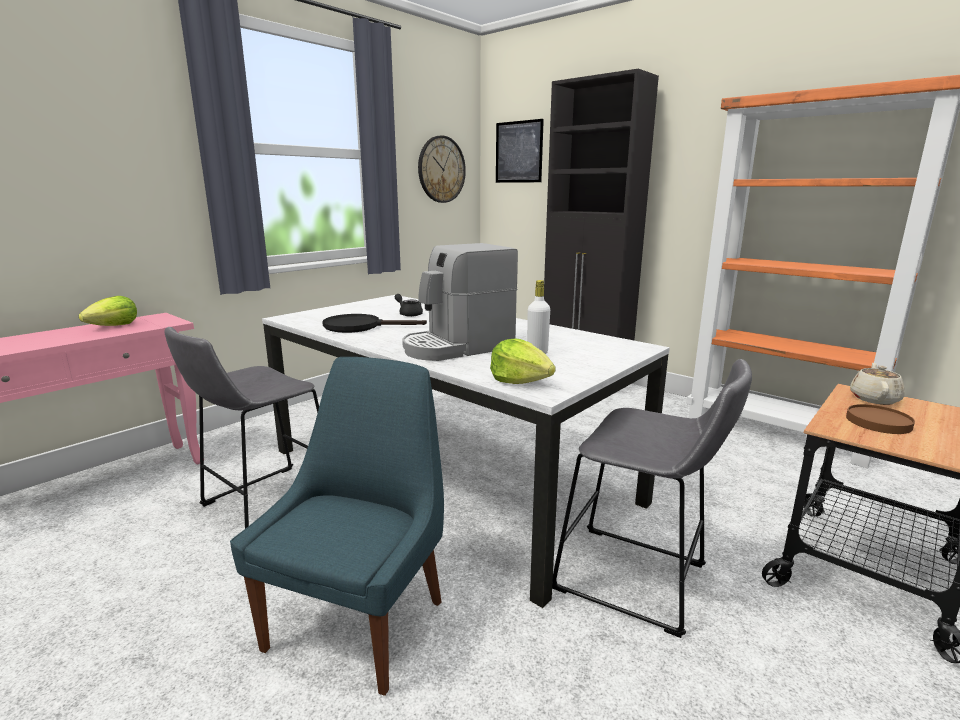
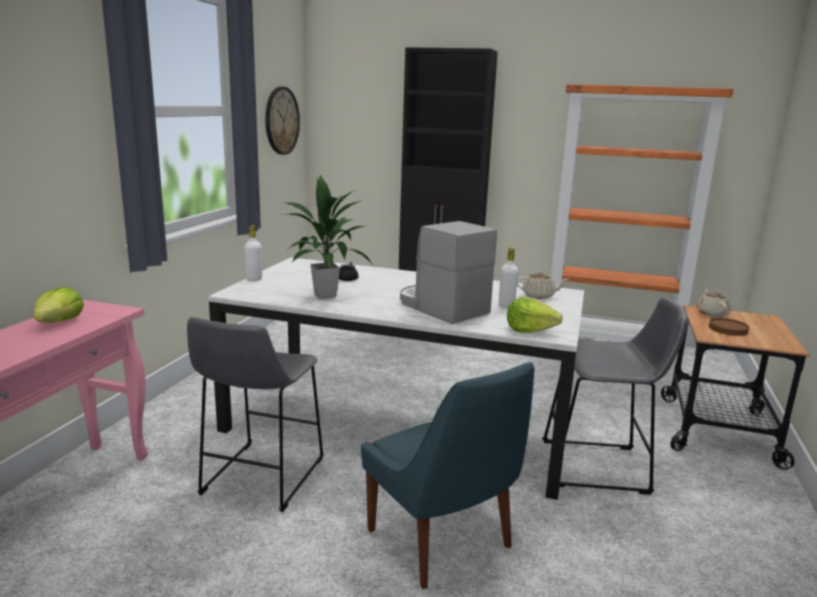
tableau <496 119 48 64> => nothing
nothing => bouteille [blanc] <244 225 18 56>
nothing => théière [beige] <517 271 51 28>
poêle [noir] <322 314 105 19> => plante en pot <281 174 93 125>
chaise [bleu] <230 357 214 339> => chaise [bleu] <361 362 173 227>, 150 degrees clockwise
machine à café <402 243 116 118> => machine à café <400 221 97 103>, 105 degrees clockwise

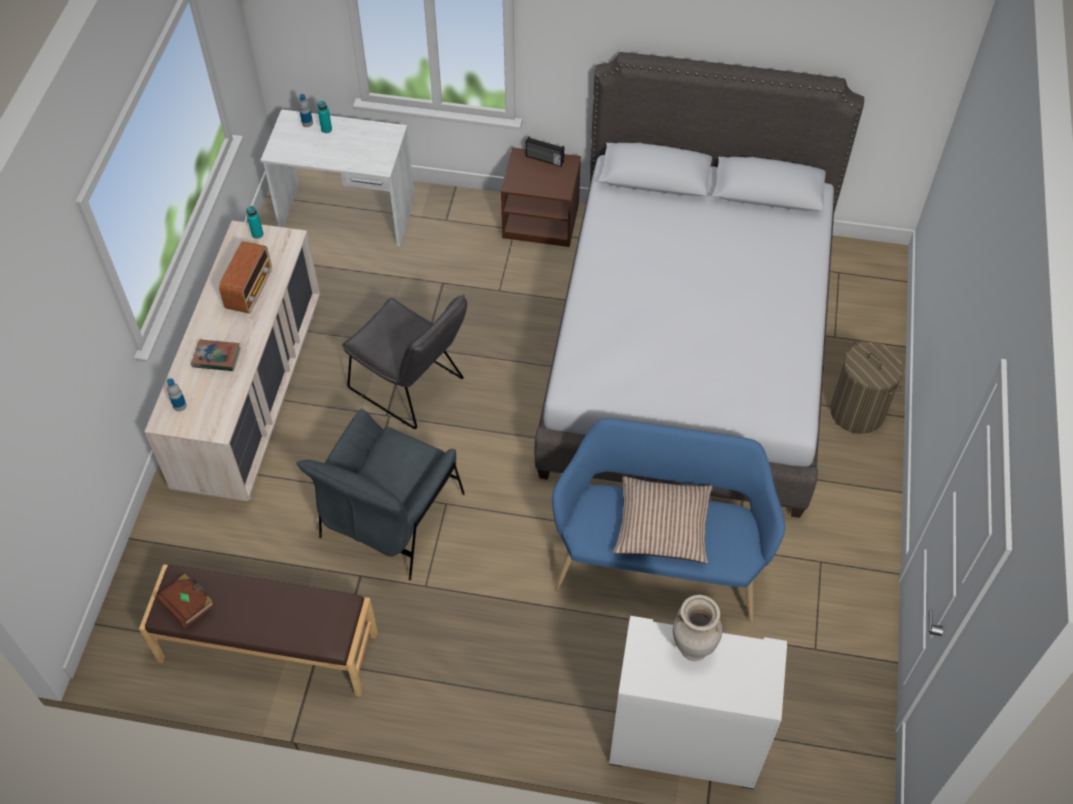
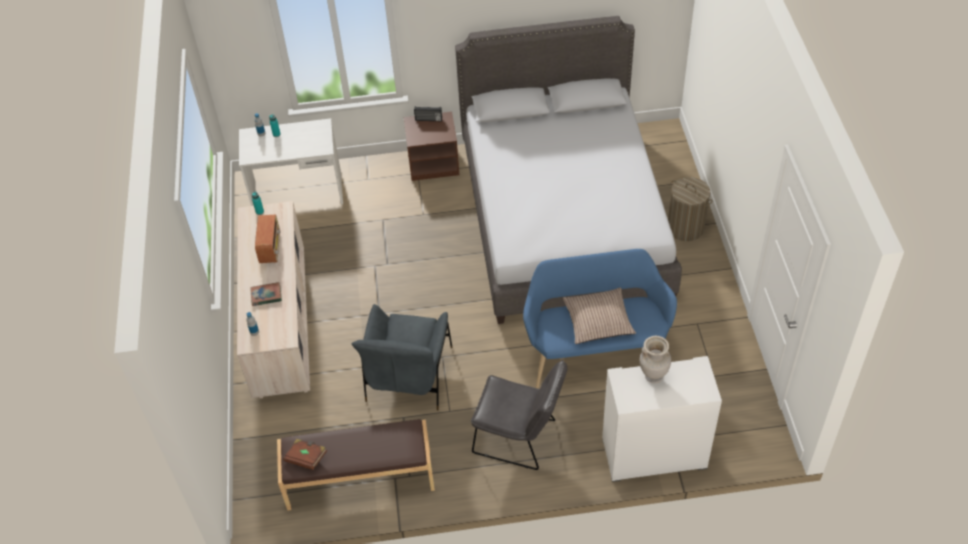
chaise [gris] <342 294 125 135> => chaise [gris] <471 360 97 110>, relocated

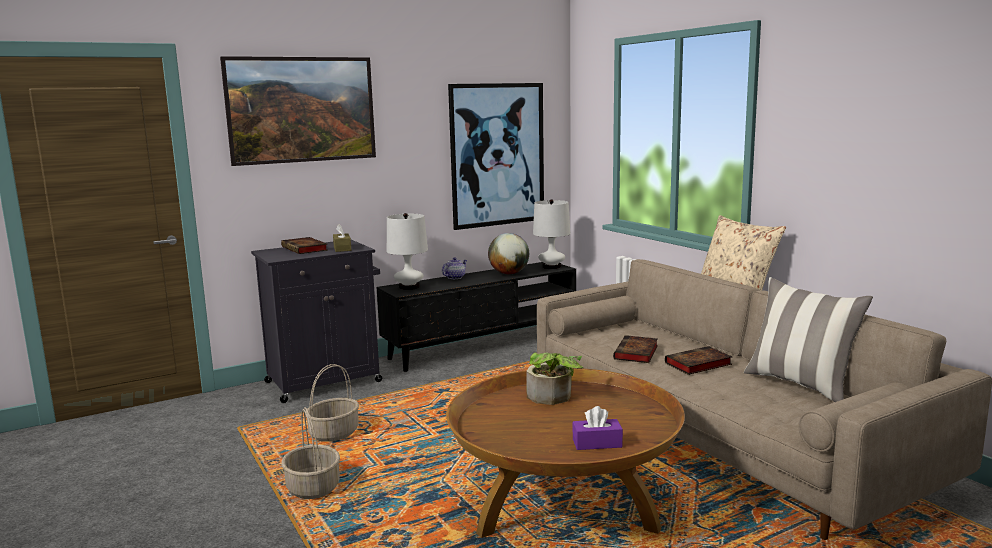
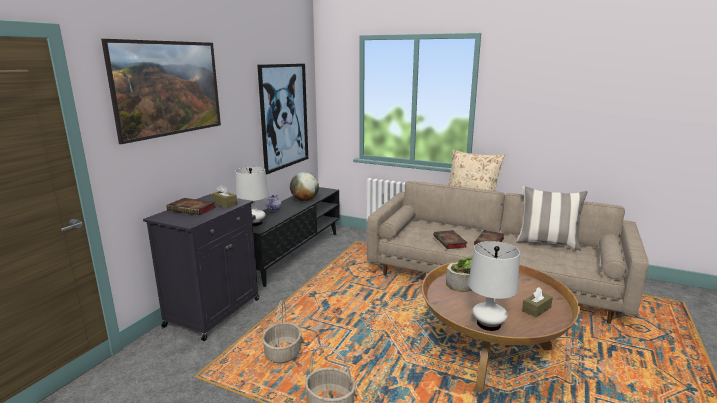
lampe de table [blanc] <533 199 37 70> => lampe de table [blanc] <468 241 52 90>, relocated
boîte à mouchoirs [violet] <572 406 51 44> => boîte à mouchoirs [marron] <522 287 31 31>

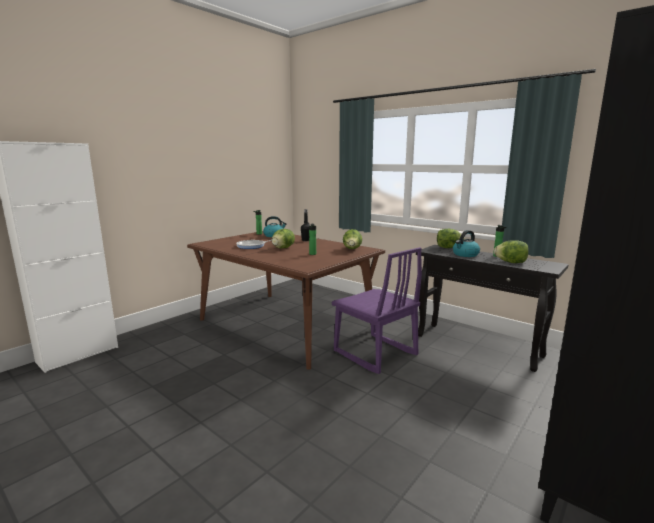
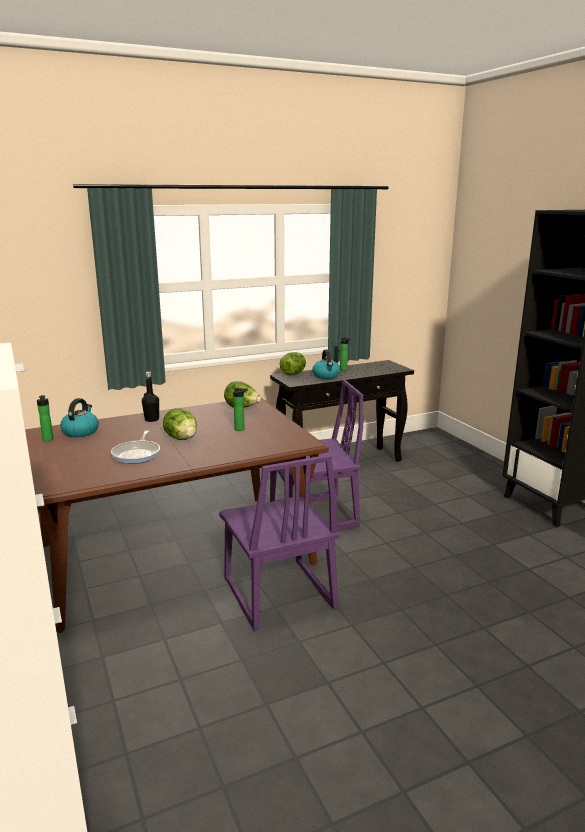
laitue <494 240 35 23> => nothing
nothing => chaise [violet] <219 455 121 176>

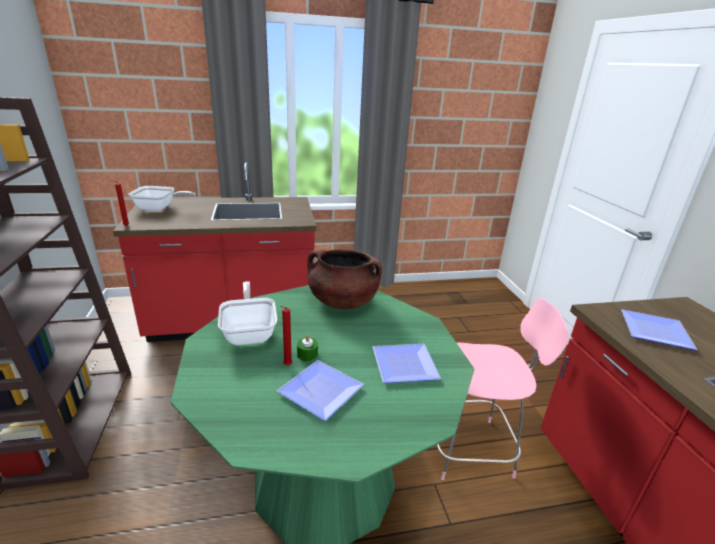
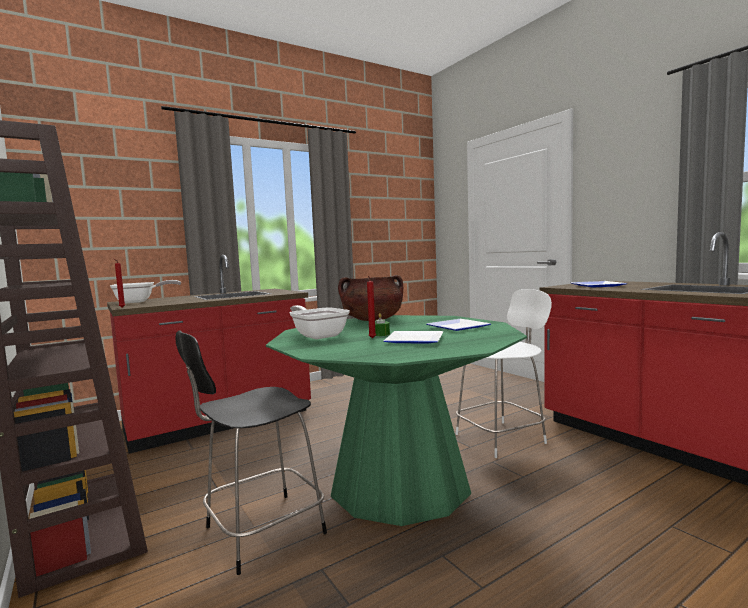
nothing => chaise [noir] <175 330 152 245>
chaise [rose] <437 298 132 182> => chaise [blanc] <456 289 96 169>

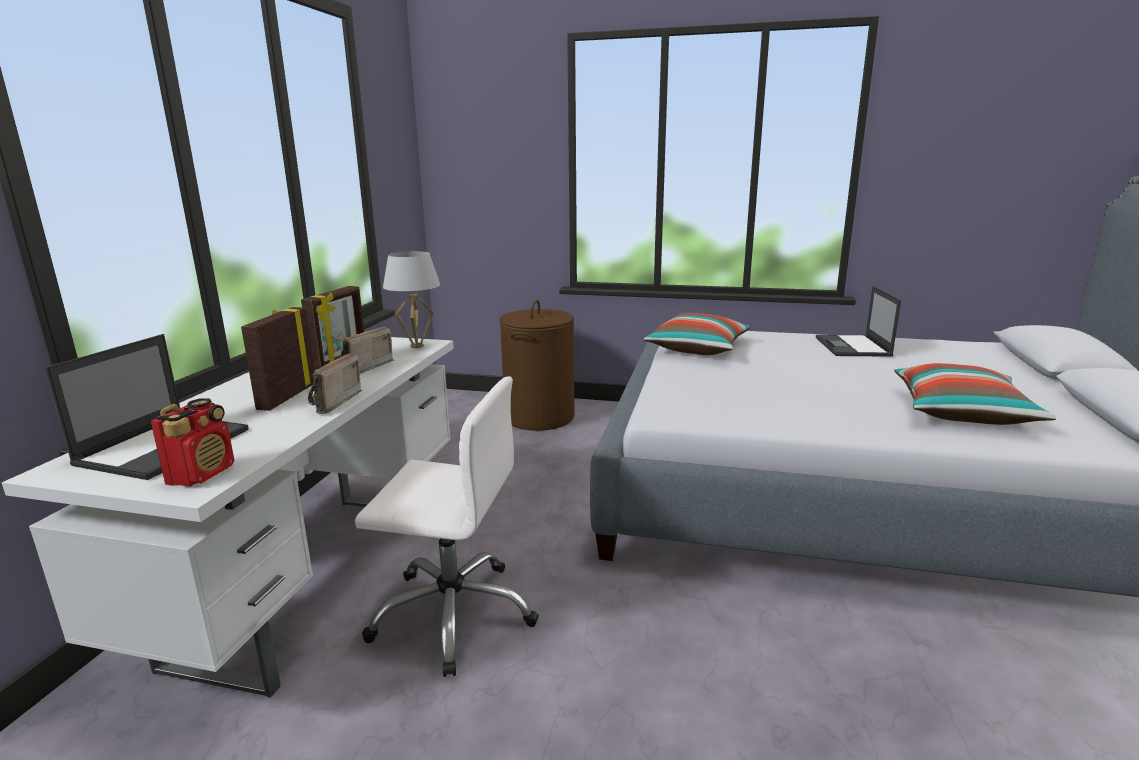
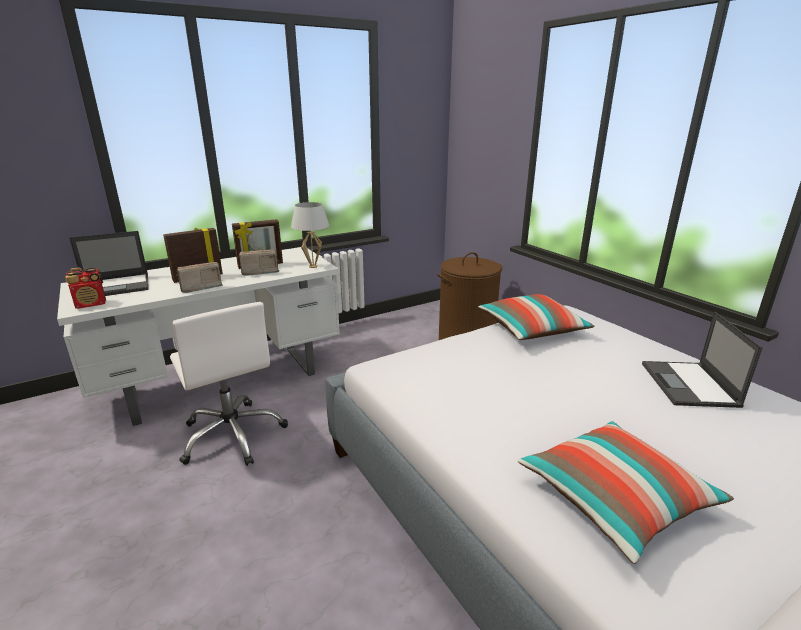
ordinateur portable <816 286 85 71> => ordinateur portable <642 312 121 96>, 45 degrees counterclockwise

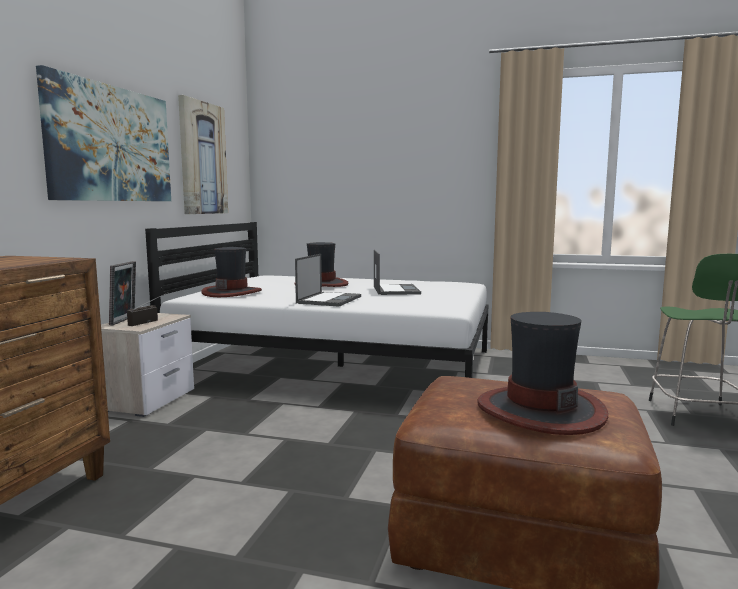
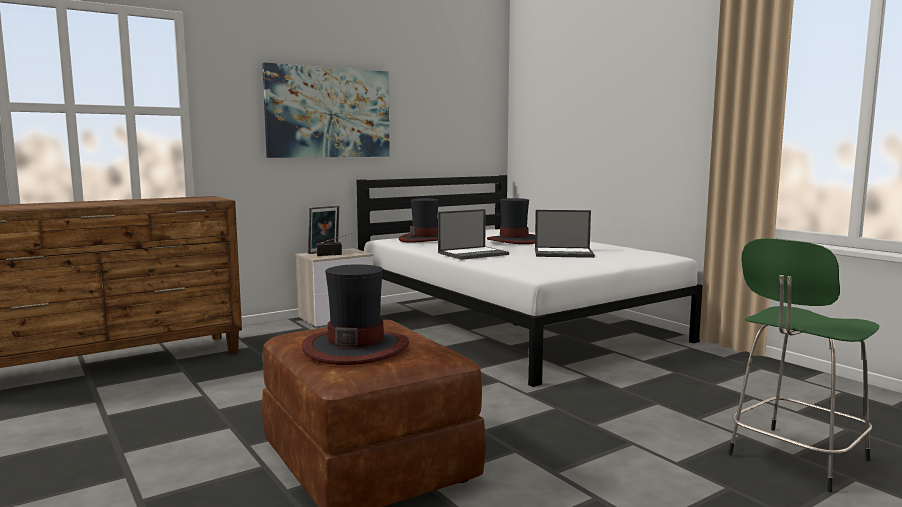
tableau <178 95 50 119> => nothing
ordinateur portable <374 250 47 45> => ordinateur portable <535 210 60 48>, 60 degrees clockwise

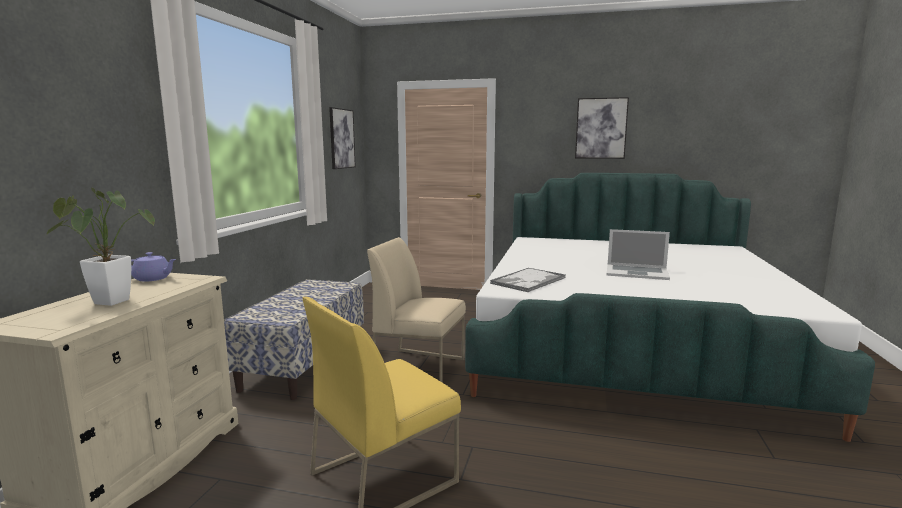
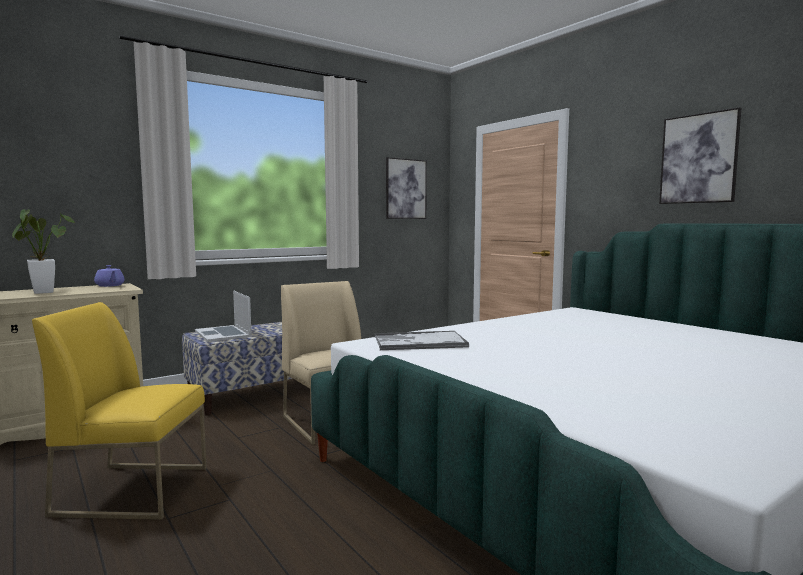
ordinateur portable <606 229 64 51> => ordinateur portable <195 290 57 52>, relocated

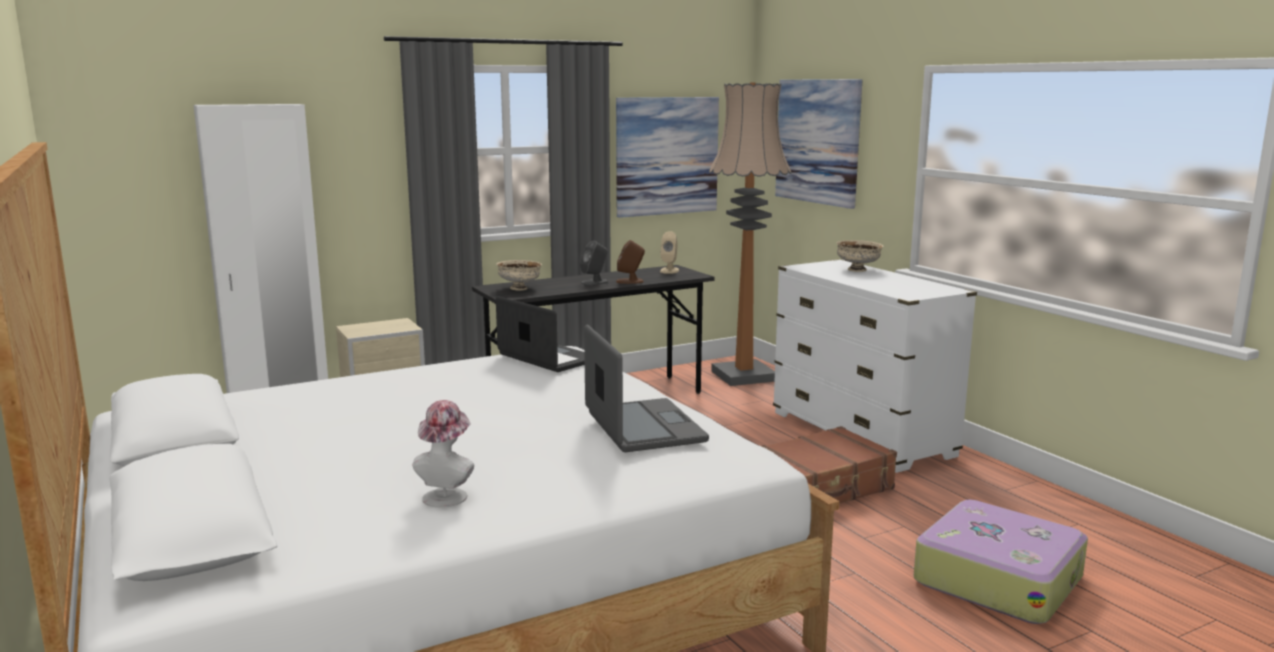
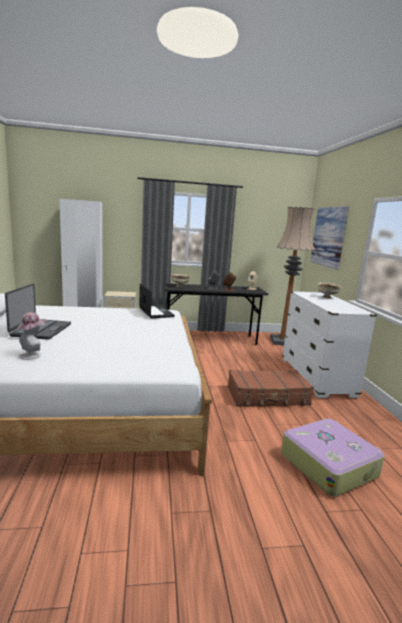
tableau <616 97 103 121> => nothing
ordinateur portable <584 325 125 127> => ordinateur portable <5 283 66 57>, relocated

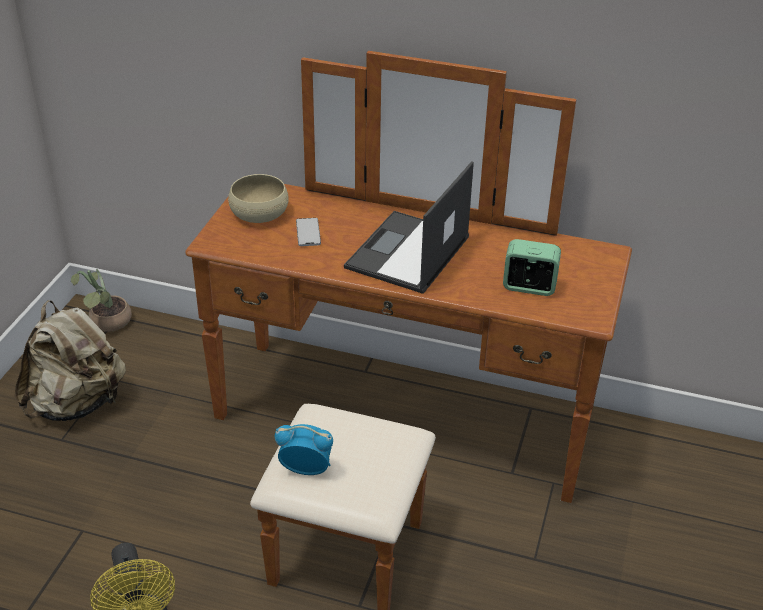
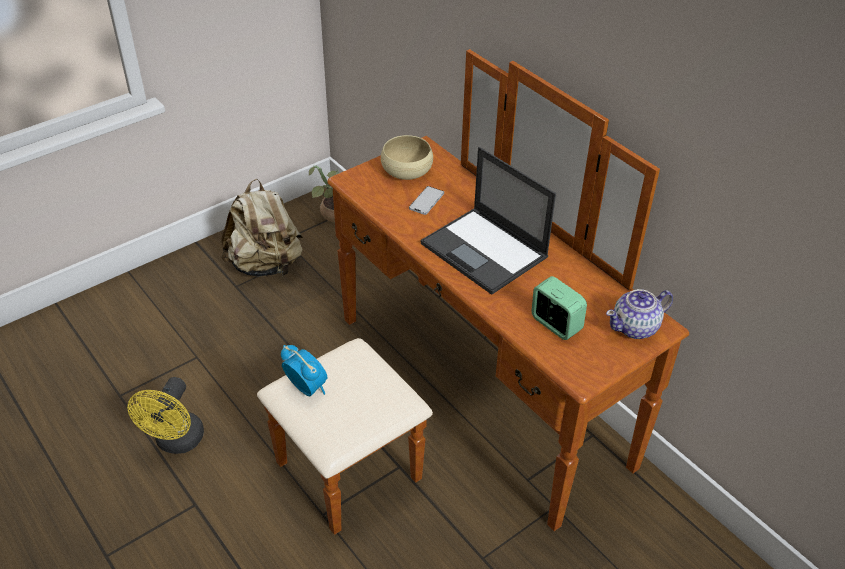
nothing => théière <606 289 67 50>
ordinateur portable <344 161 130 133> => ordinateur portable <420 147 136 148>, 105 degrees counterclockwise

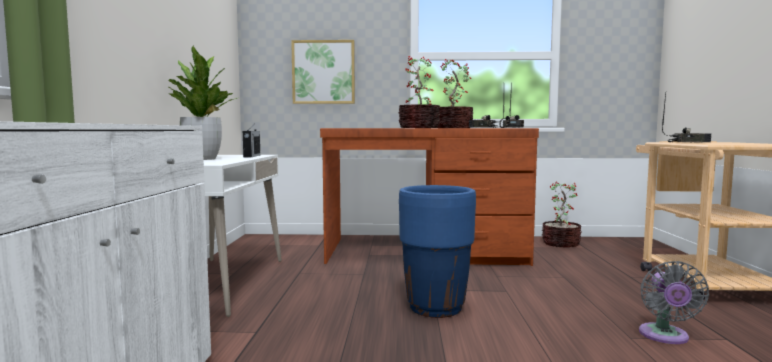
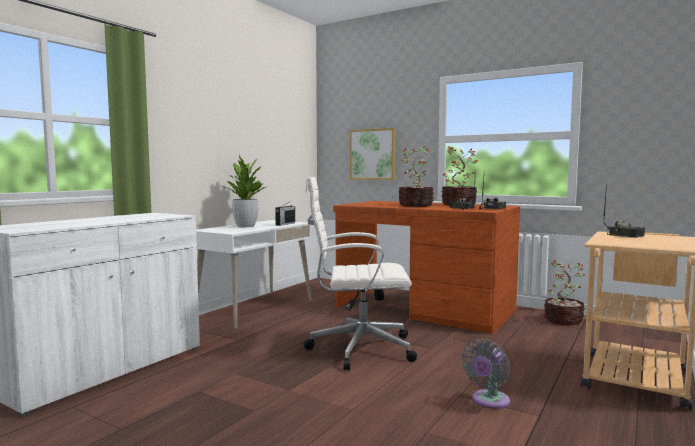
cache-pot [bleu] <399 185 77 133> => chaise de bureau [blanc] <303 177 114 193>

